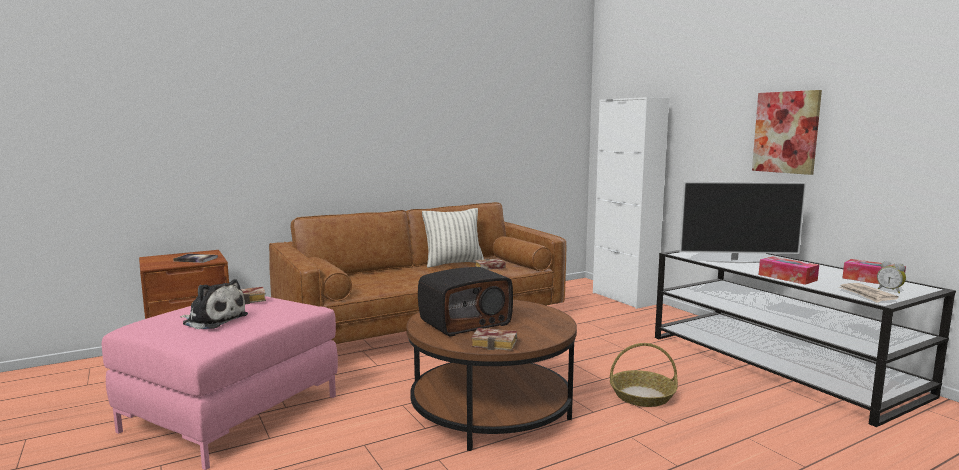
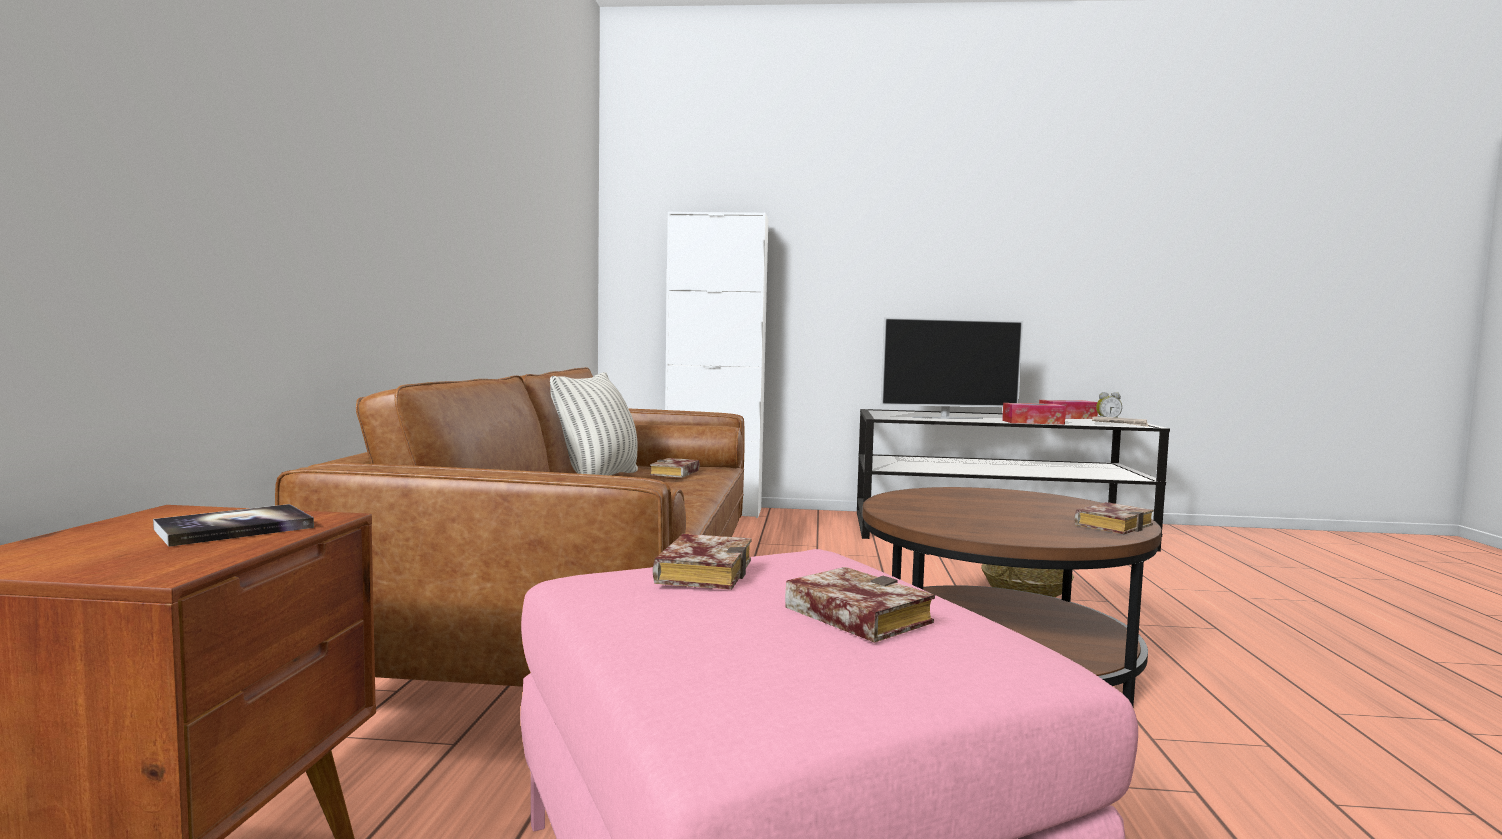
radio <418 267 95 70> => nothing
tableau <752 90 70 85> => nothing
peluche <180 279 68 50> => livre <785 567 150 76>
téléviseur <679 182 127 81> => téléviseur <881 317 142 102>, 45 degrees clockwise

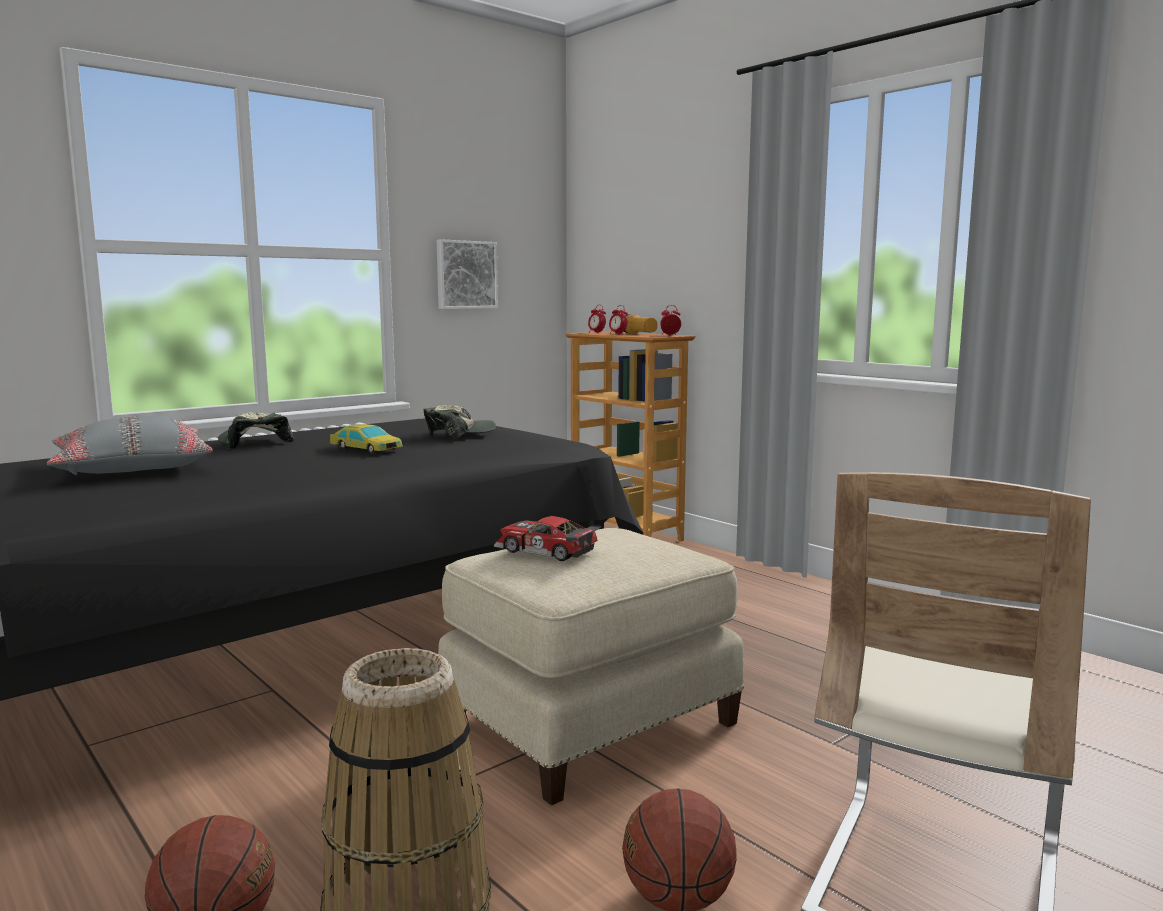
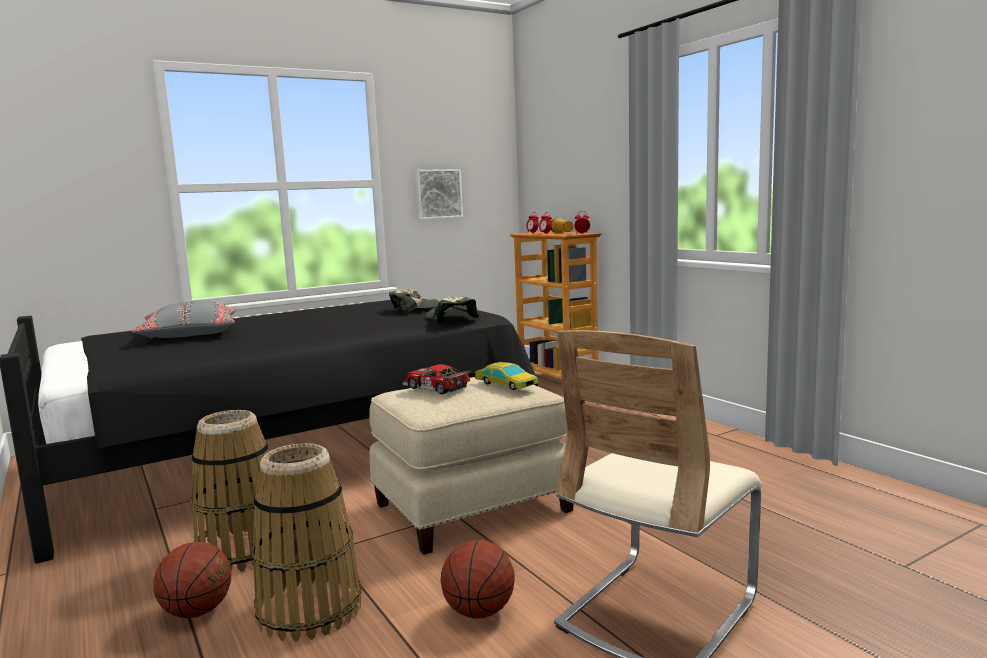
nothing => panier <190 410 94 162>
casquette <218 412 76 37> => casquette <425 297 54 26>, relocated
petite voiture <330 424 73 30> => petite voiture <475 362 63 28>, relocated

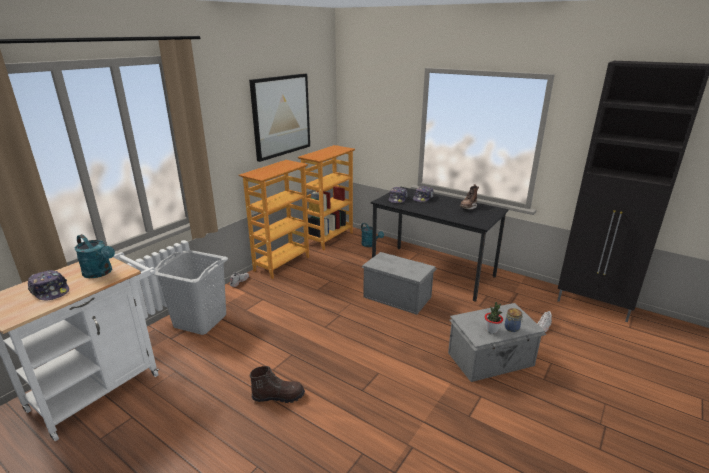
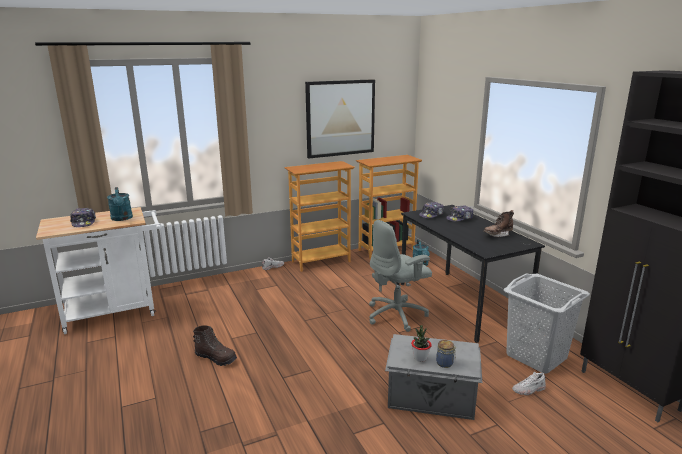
panier à linge [gris] <154 250 74 85> => panier à linge [gris] <504 273 86 101>, relocated
boîte de rangement [gris] <362 252 75 63> => chaise de bureau [gris] <369 220 63 112>

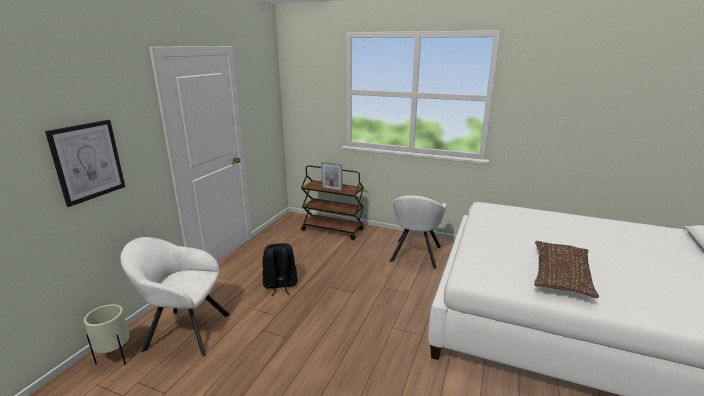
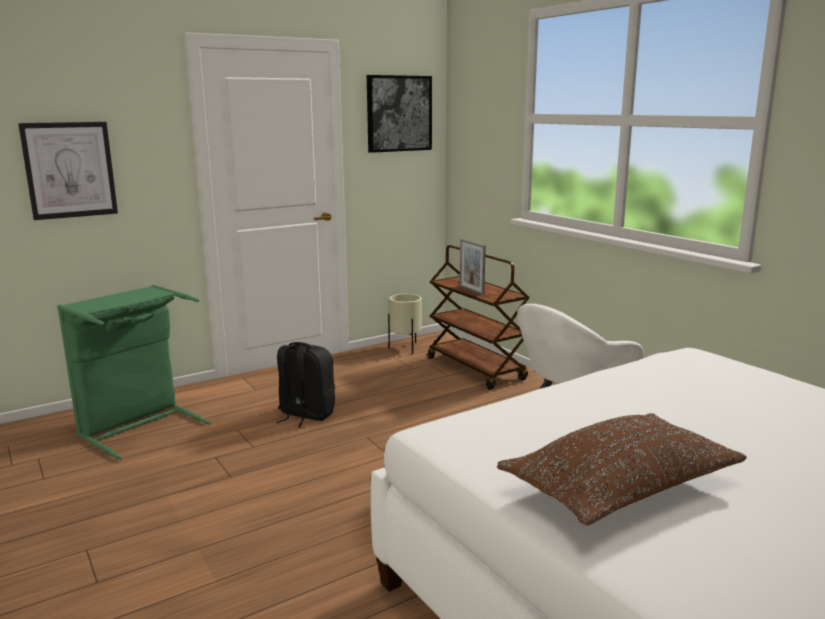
nothing => tableau <367 75 65 78>
cache-pot [beige] <84 304 45 61> => cache-pot [beige] <388 294 34 60>, relocated
fauteuil [blanc] <120 237 110 119> => panier à linge [vert] <57 285 154 175>

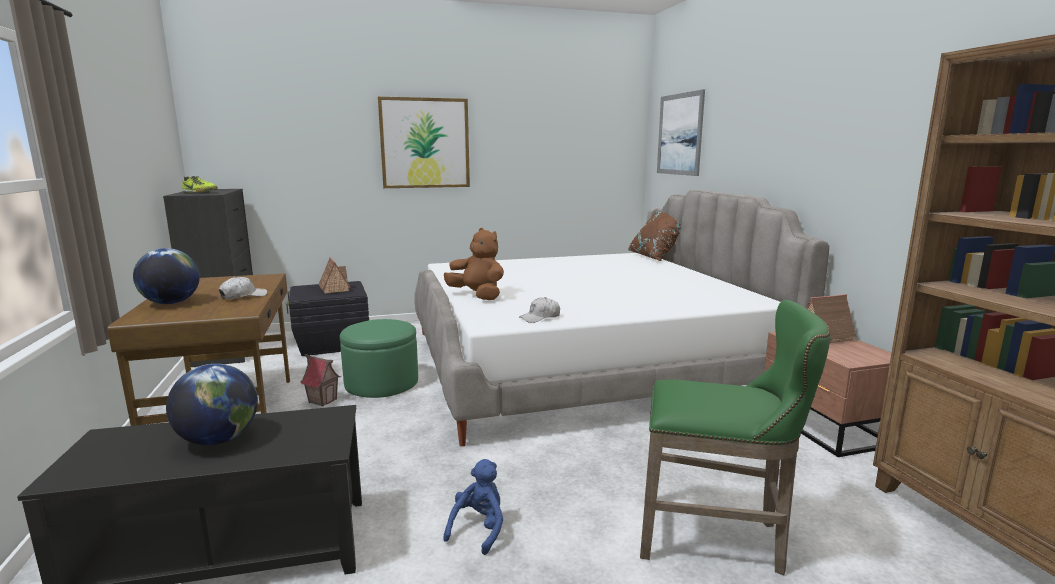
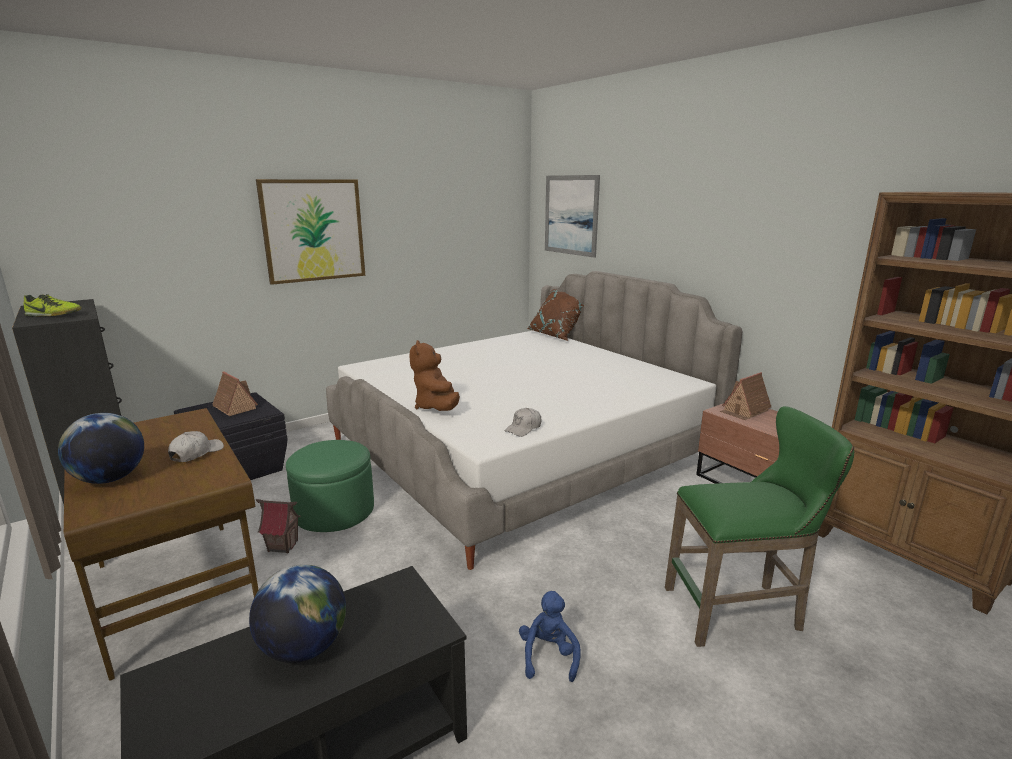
peluche [marron] <444 228 60 72> => peluche [marron] <410 340 50 71>, 120 degrees counterclockwise

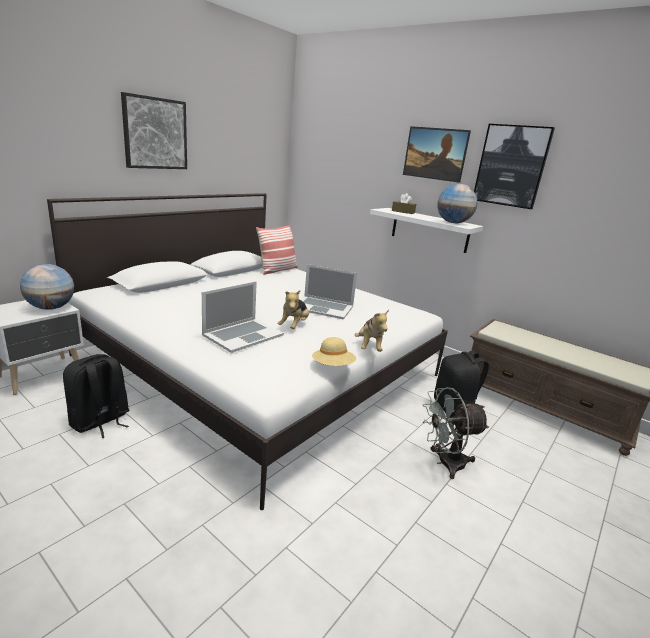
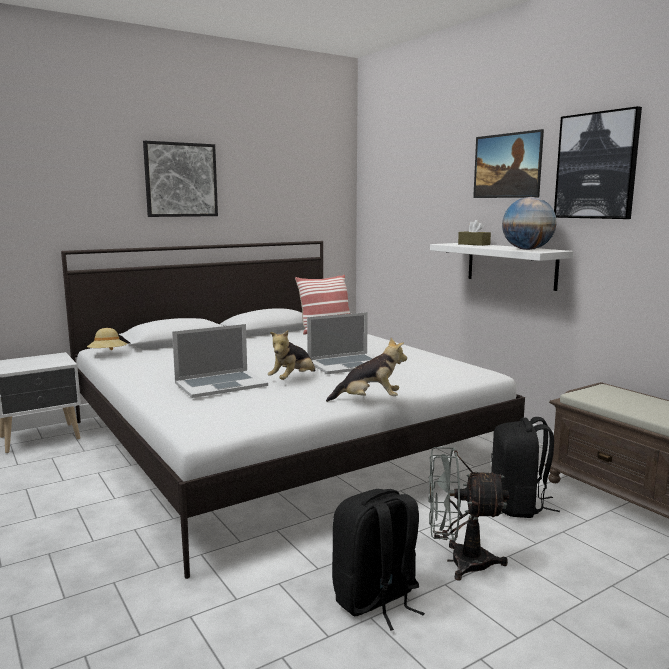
globe <20 264 54 46> => nothing
sac à dos [noir] <63 354 67 84> => sac à dos [noir] <332 489 93 141>, relocated
chapeau [beige] <312 337 44 29> => chapeau [beige] <87 328 40 22>, relocated
ordinateur portable <300 264 57 56> => ordinateur portable <307 312 68 62>, 60 degrees counterclockwise
peluche <354 310 35 42> => peluche <326 338 81 64>, 105 degrees counterclockwise

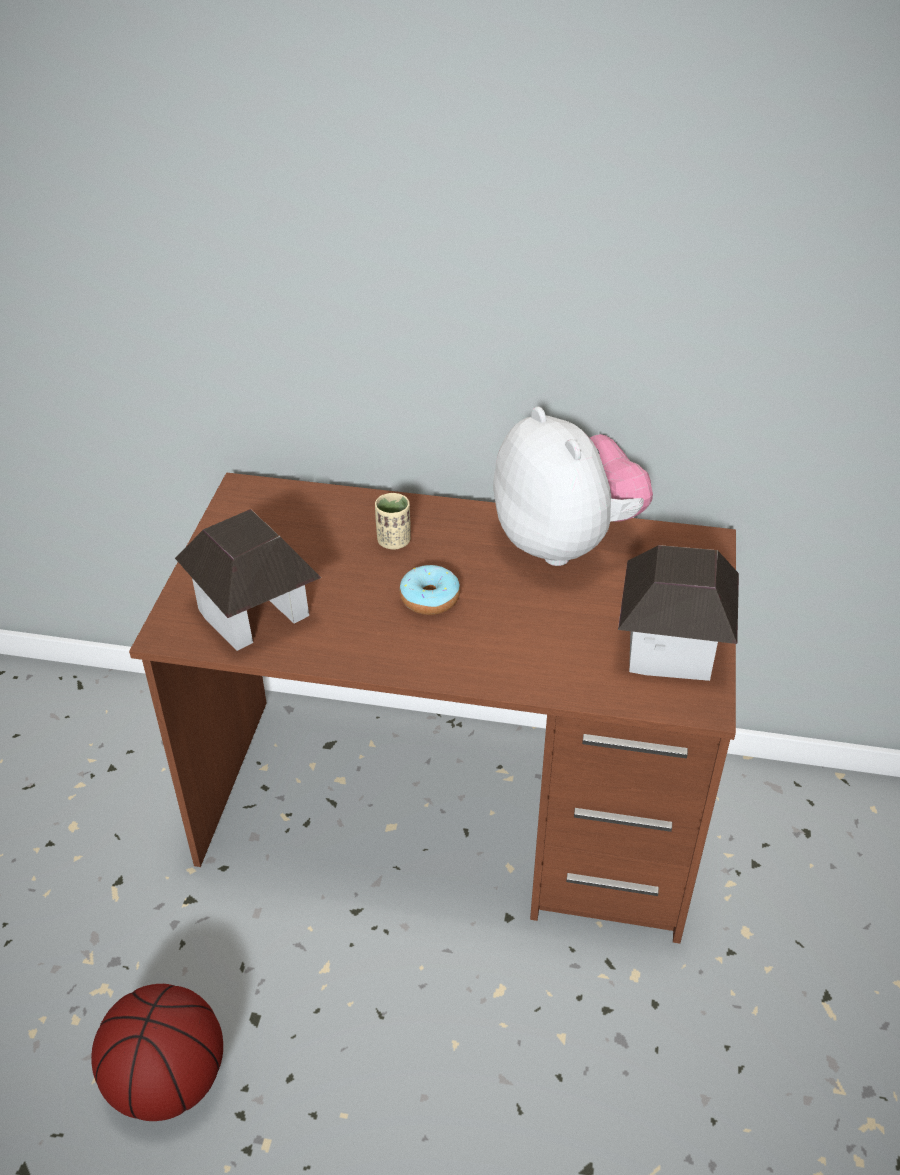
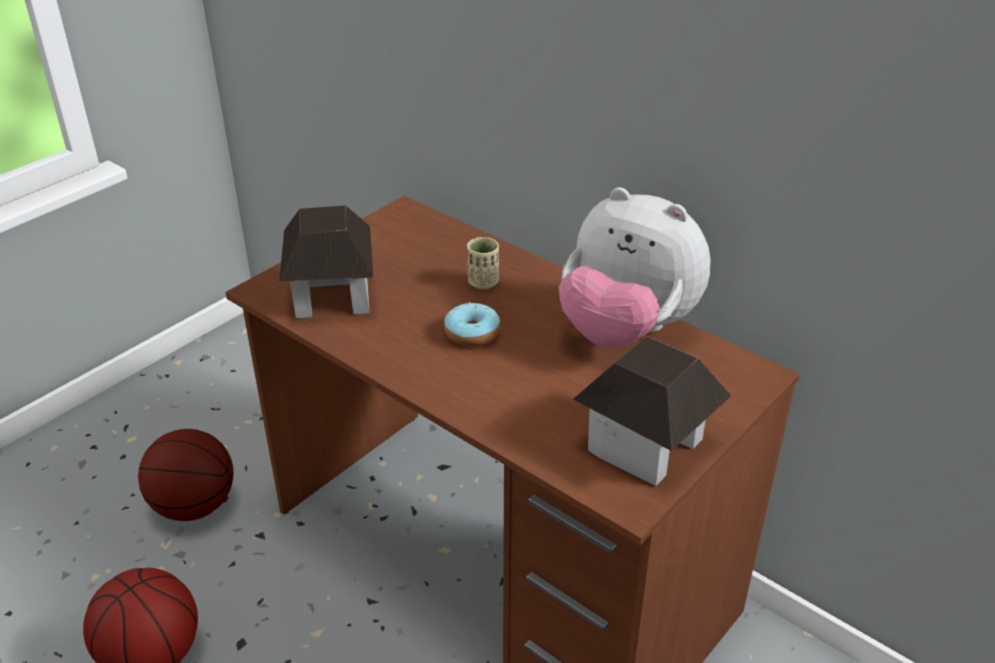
nothing => ballon de basket <138 429 96 92>
peluche <493 407 160 159> => peluche <559 187 151 161>, 120 degrees clockwise

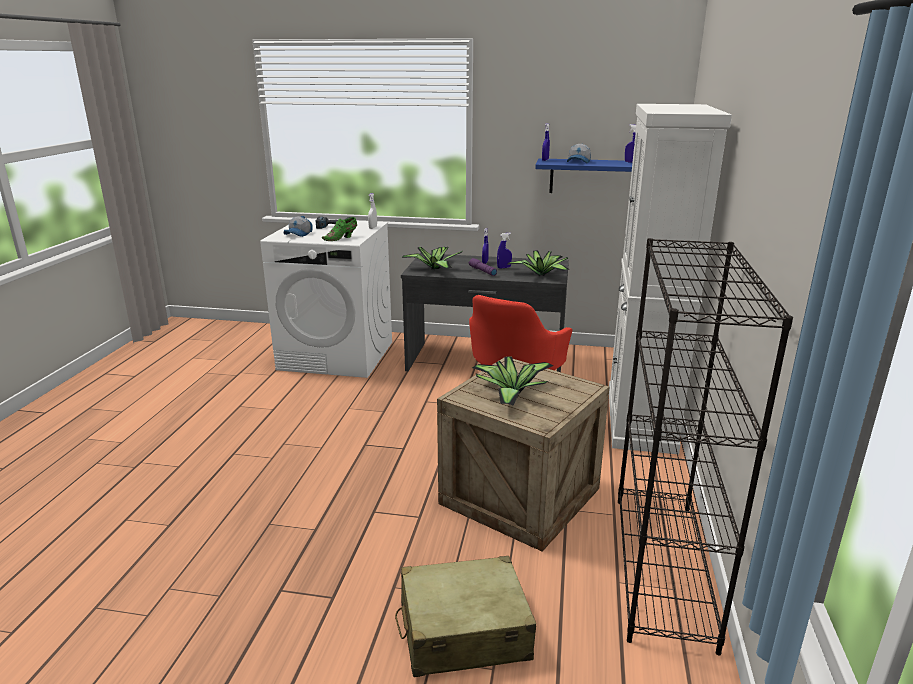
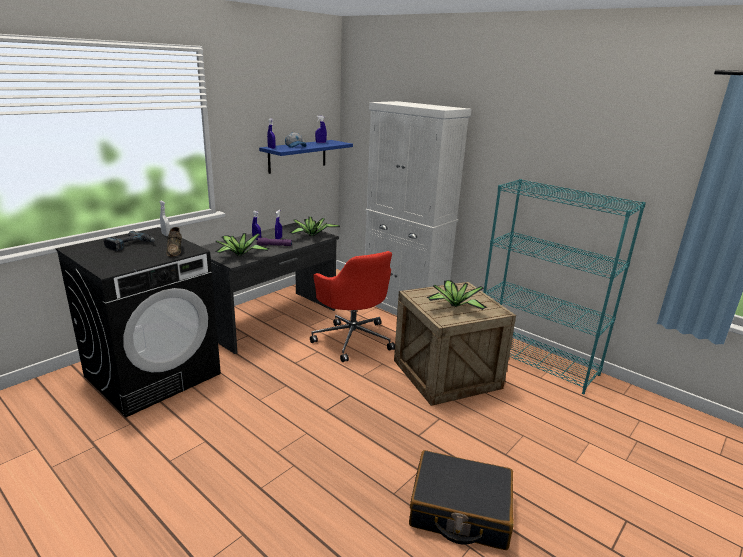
casquette <284 216 29 21> => nothing
valise [beige] <395 556 141 121> => nothing
nothing => valise [noir] <409 450 105 100>
lave-linge [blanc] <260 219 132 159> => lave-linge [noir] <55 227 166 190>
chaussure [vert] <322 217 35 24> => chaussure [marron] <166 227 16 30>
bibliothèque [noir] <618 238 175 418> => bibliothèque [turquoise] <484 179 162 215>

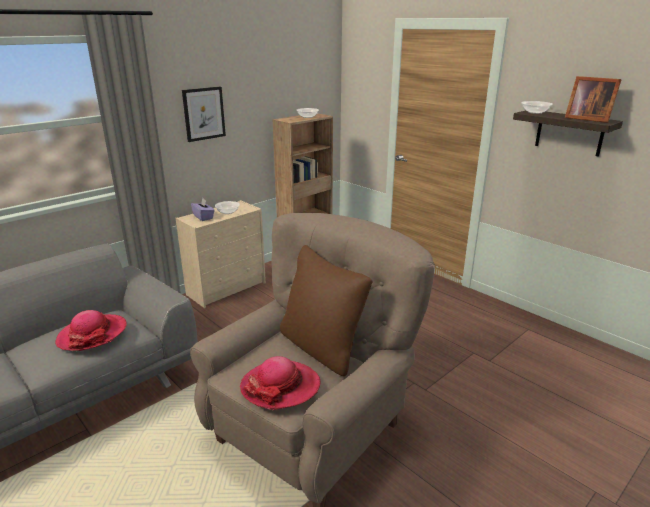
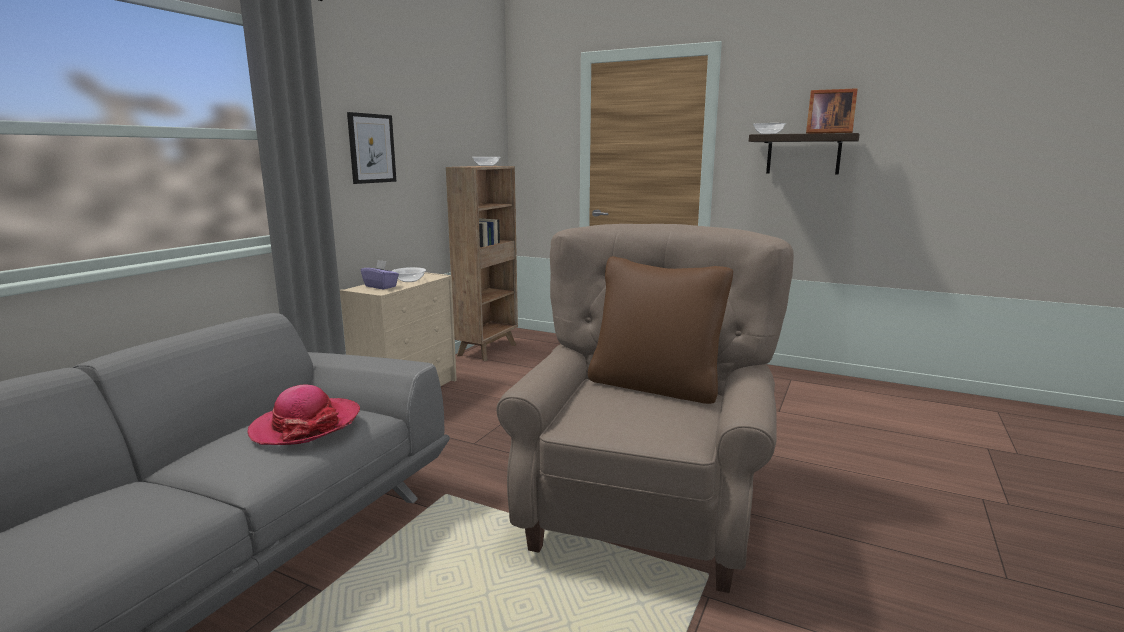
chapeau <240 356 81 54> => nothing

